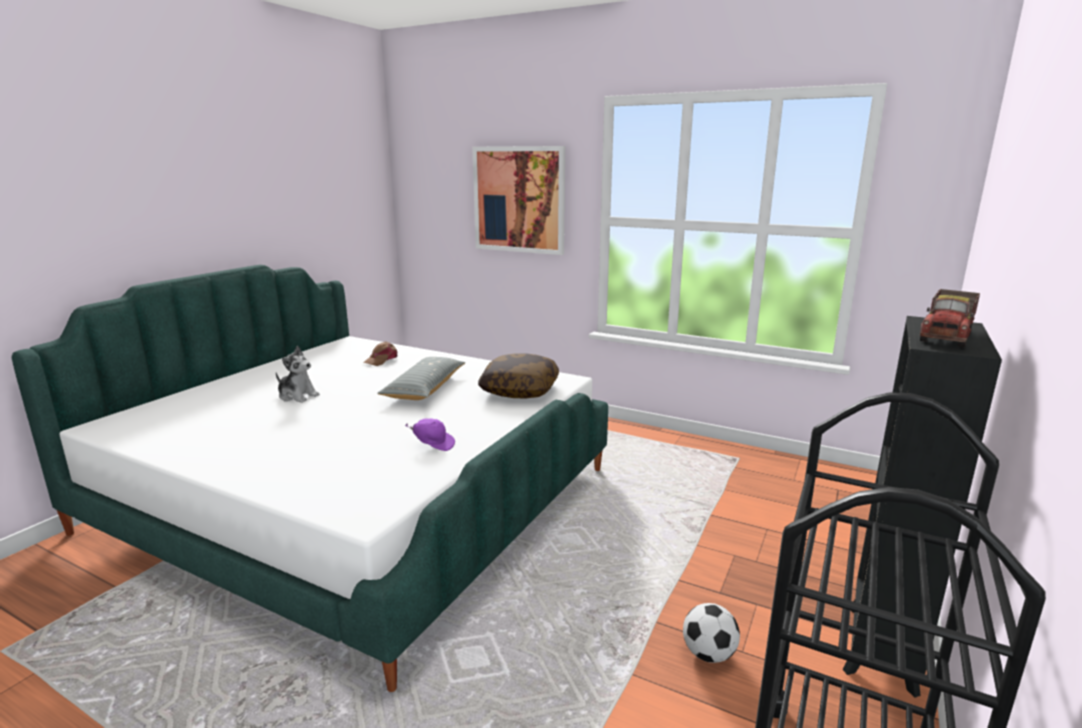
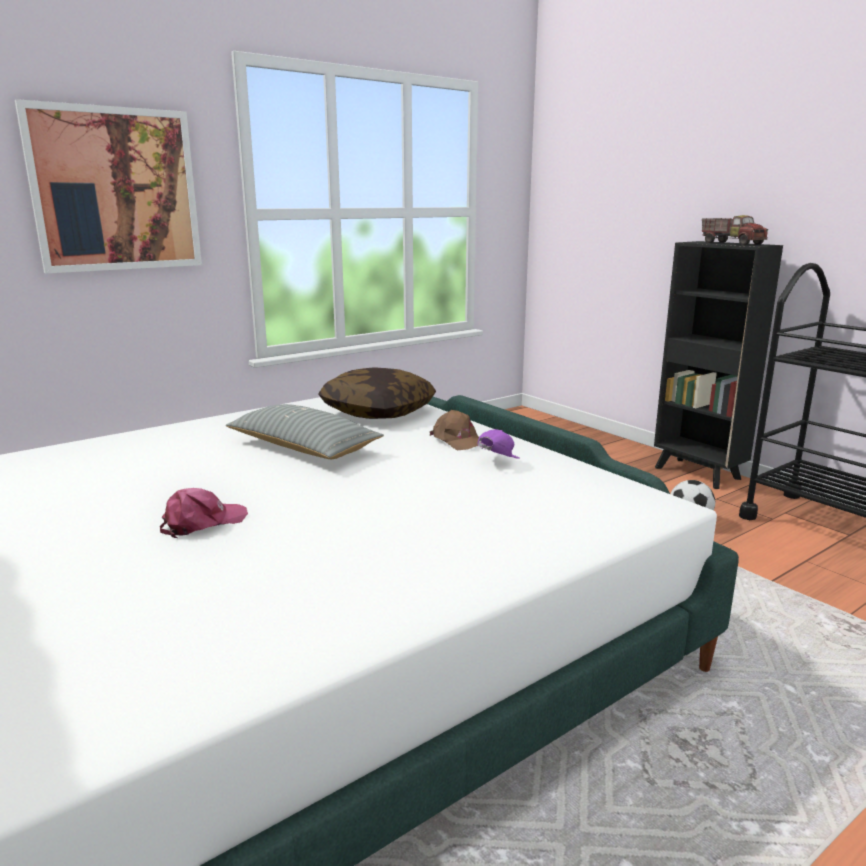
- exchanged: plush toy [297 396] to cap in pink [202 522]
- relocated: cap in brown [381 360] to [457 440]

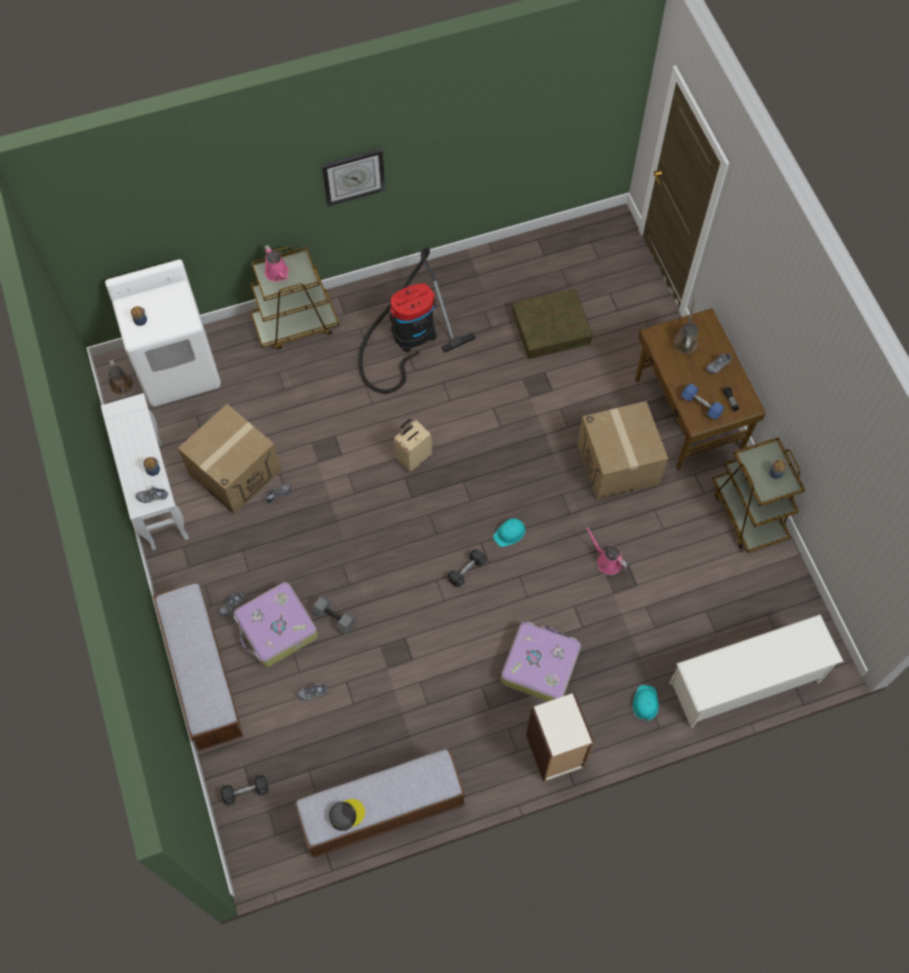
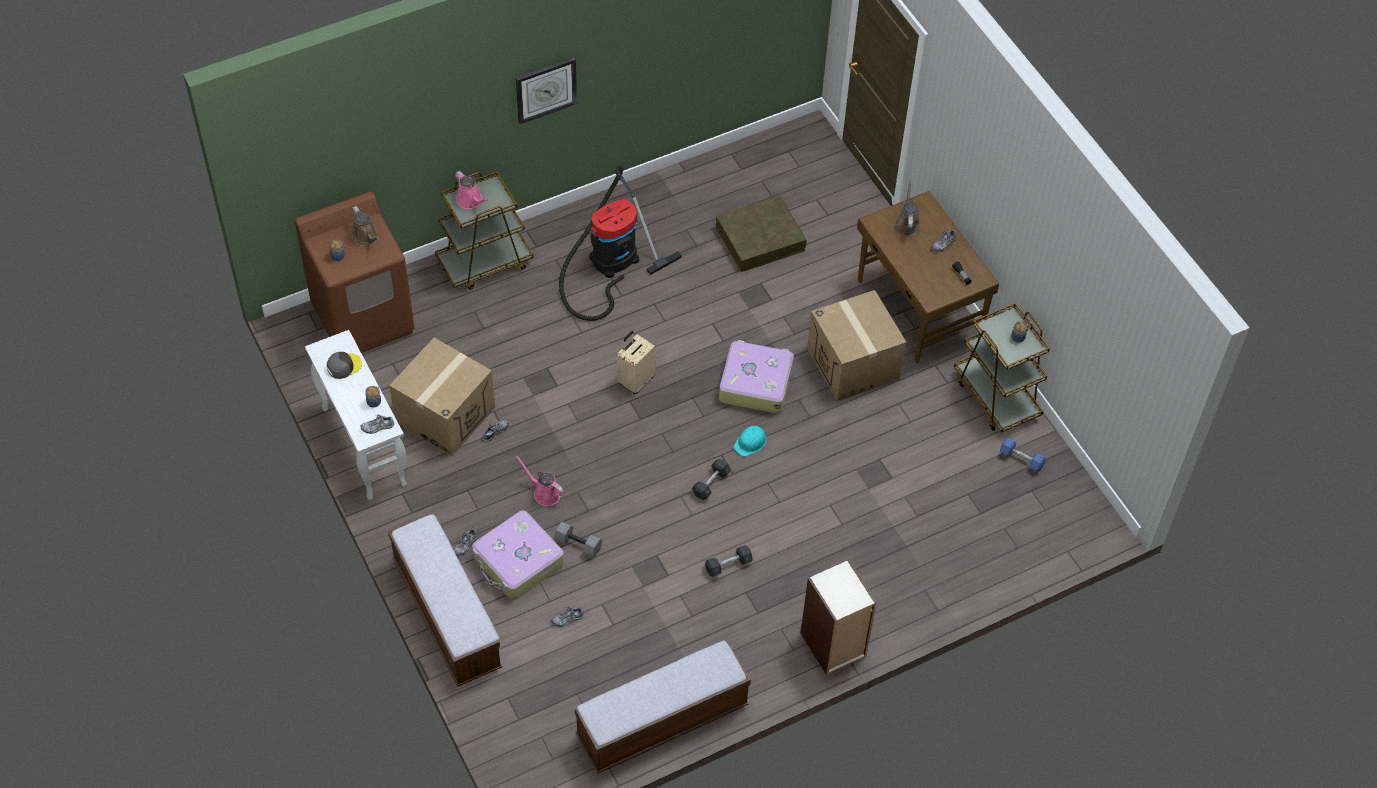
- colour: washing machine in white [178 368] to washing machine in brown [364 318]
- relocated: watering can in brown [122 387] to [366 237]
- relocated: dumbbell in grey [246 791] to [728 565]
- relocated: cap in grey [346 814] to [344 366]
- relocated: suitcase [539 665] to [755 383]
- relocated: watering can in pink [607 561] to [544 493]
- missing: hard hat in turquoise [645 703]
- missing: shoe rack in white [745 683]
- relocated: dumbbell in blue [701 405] to [1021 459]

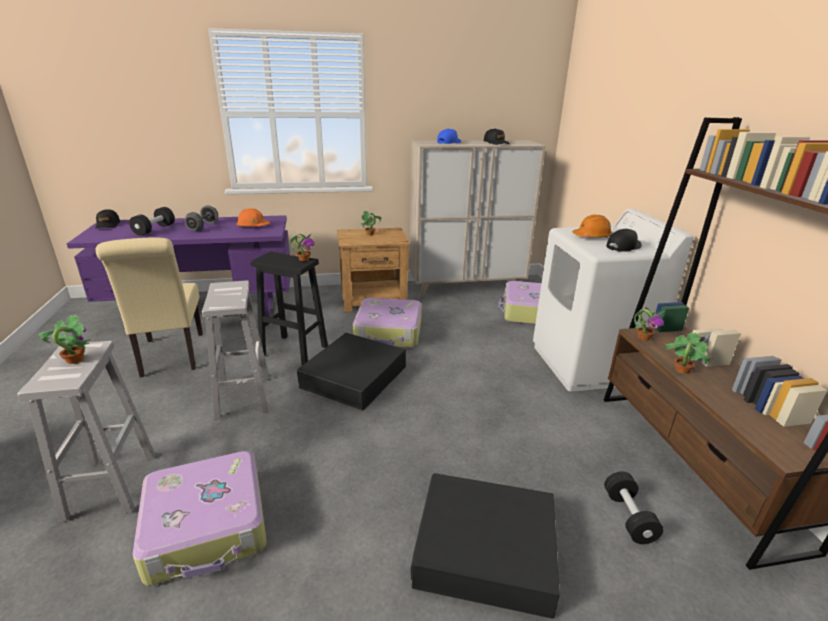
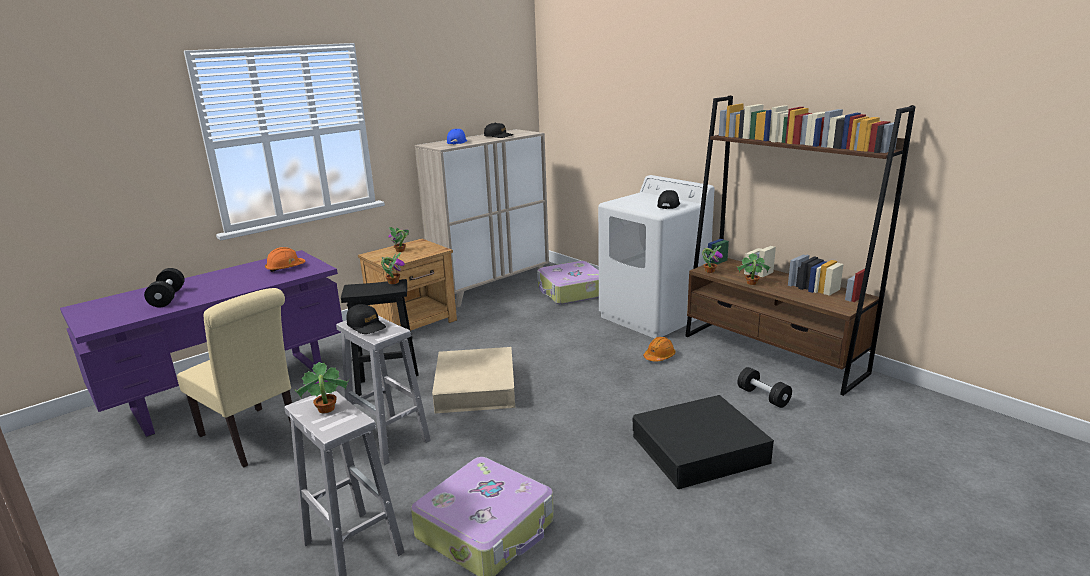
- relocated: cap in black [108 225] to [366 326]
- missing: dumbbell in grey [203 227]
- colour: storage box in black [354 377] to storage box in beige [476 387]
- missing: suitcase [389 332]
- relocated: hard hat in orange [592 236] to [659 356]

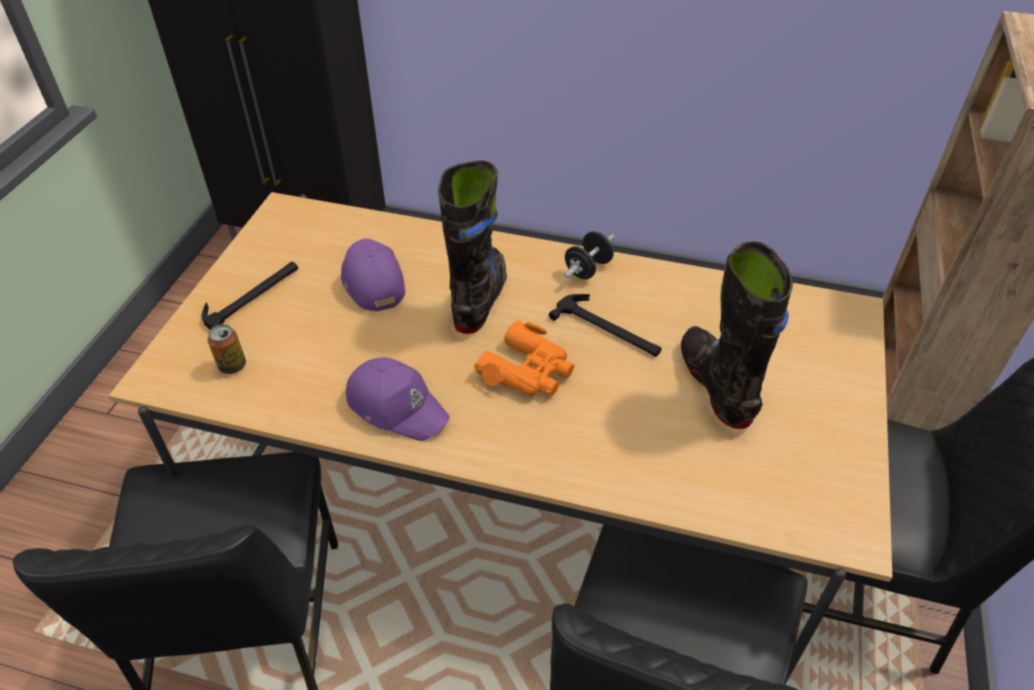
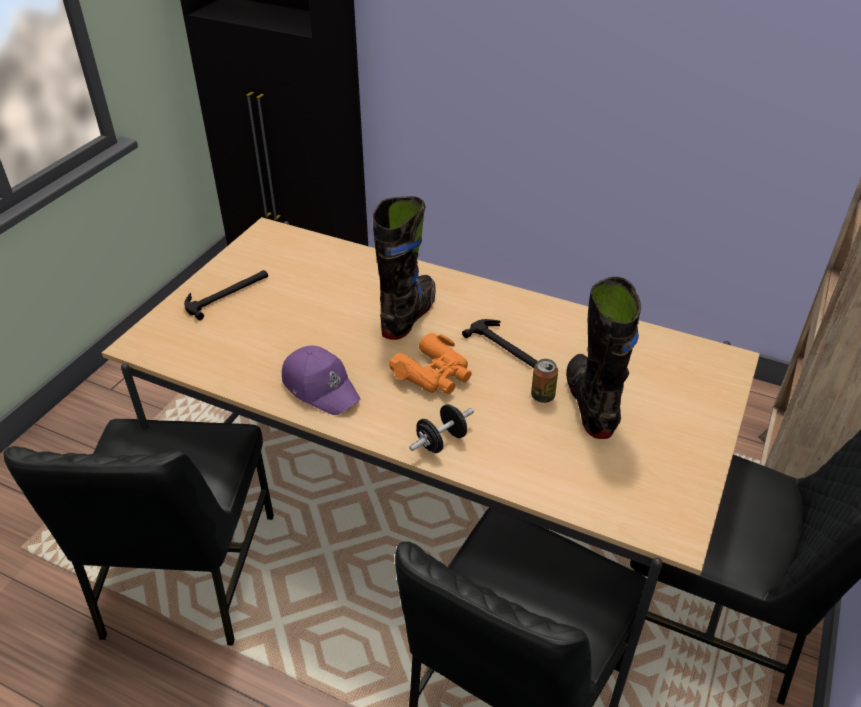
- relocated: can [232 366] to [542 396]
- missing: cap in purple [371 281]
- relocated: dumbbell in black [588 269] to [441 441]

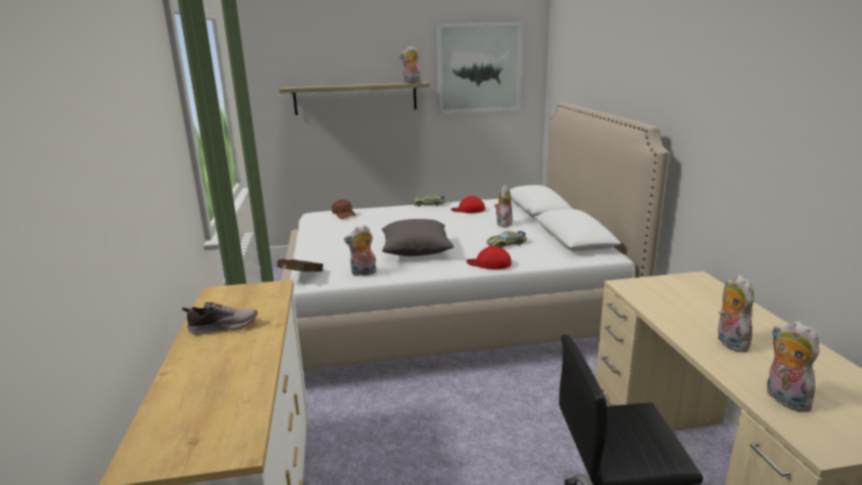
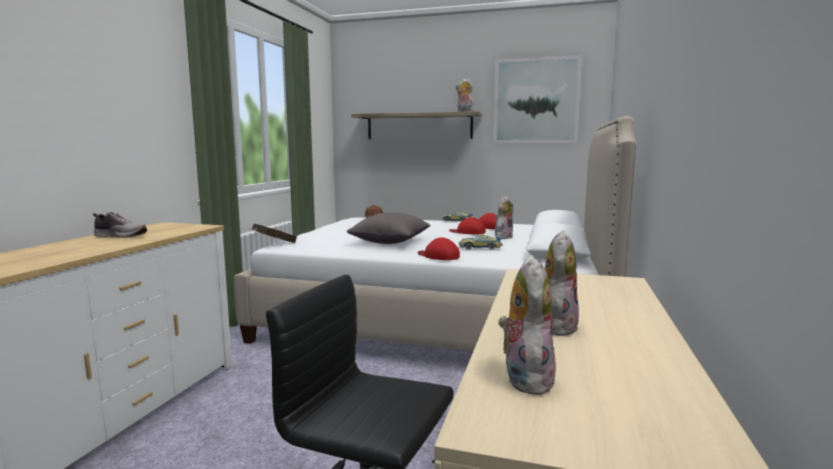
- missing: plush toy [363 273]
- appeared: cap in red [468 232]

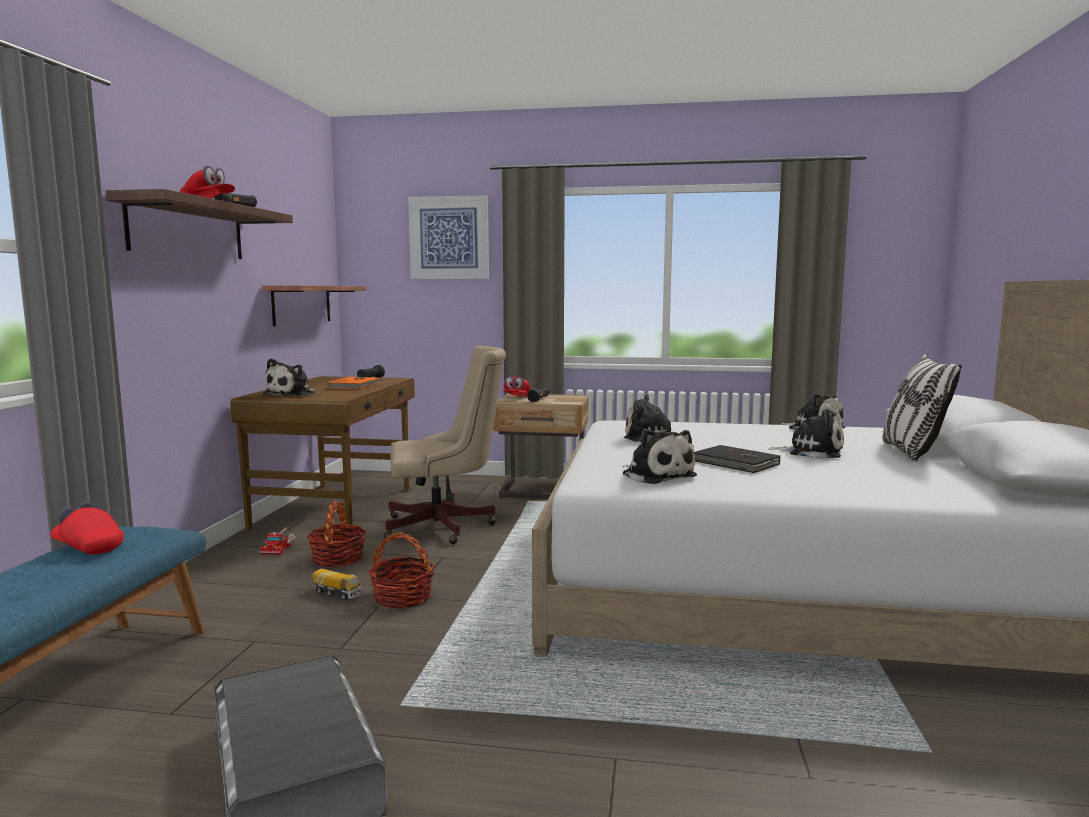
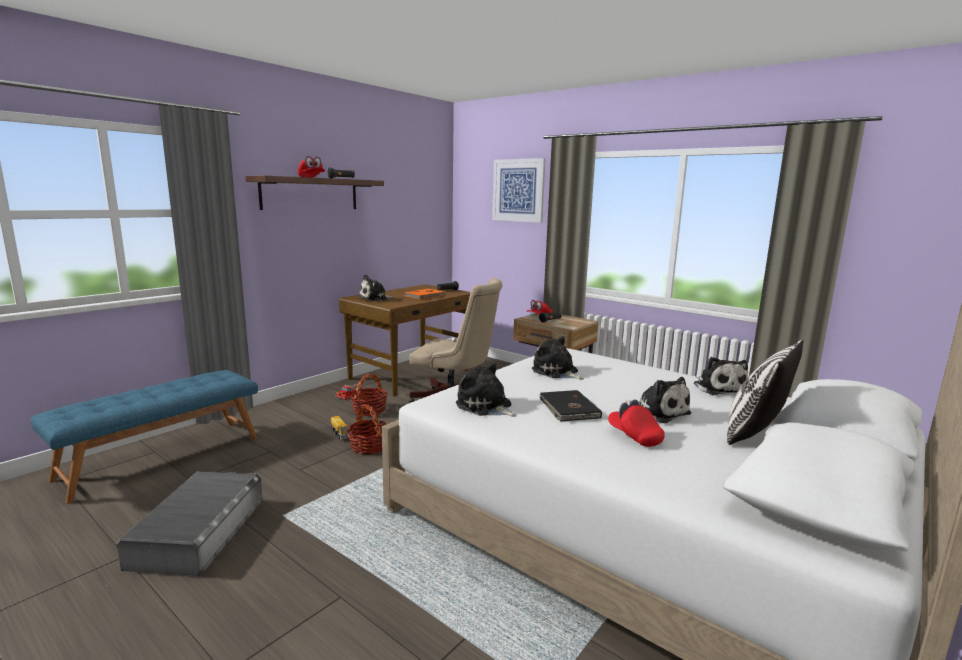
- relocated: cap in red [88 547] to [634 436]
- missing: shelf [302 304]
- spun: plush toy [656 475] = [485 406] 135 degrees clockwise

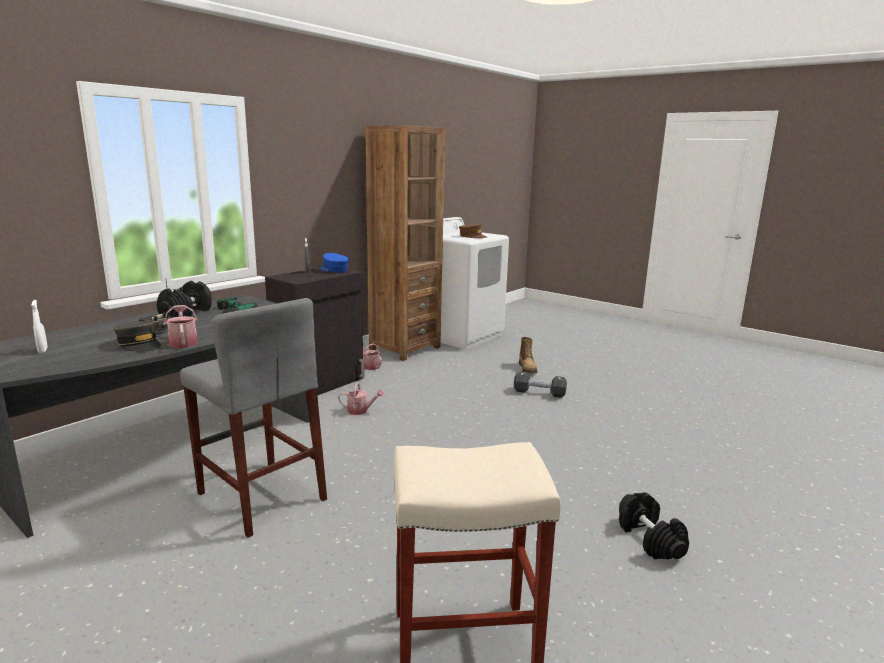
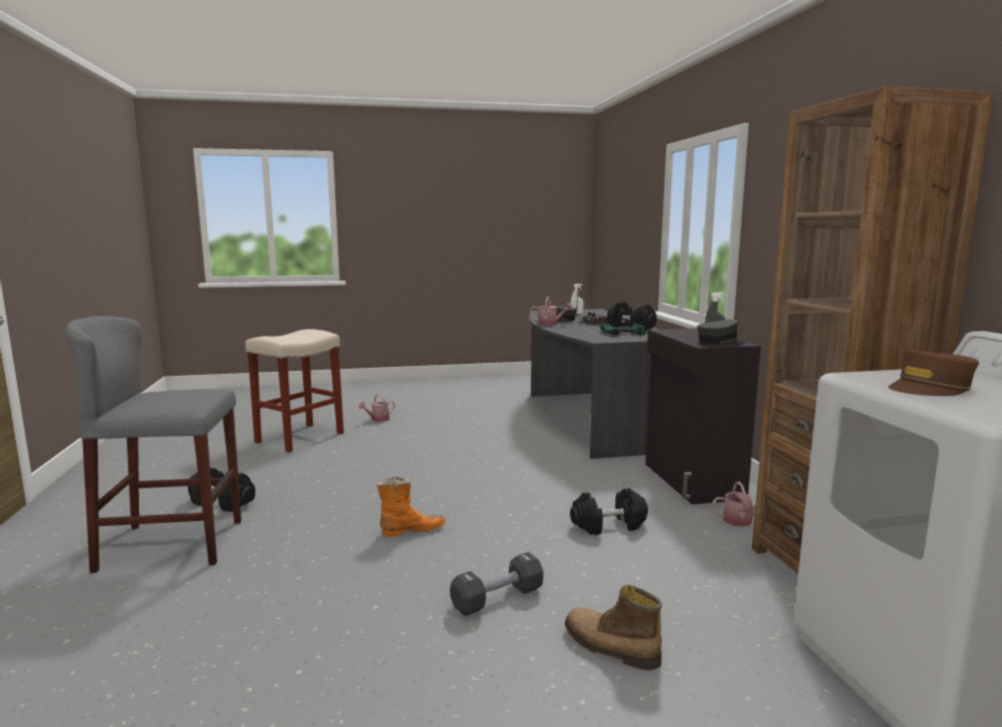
- relocated: stool in grey [261 496] to [172 545]
- colour: cap in blue [334 270] to cap in grey [721 342]
- relocated: watering can [360 410] to [378 420]
- appeared: boot in orange [411 530]
- appeared: dumbbell in black [608 526]

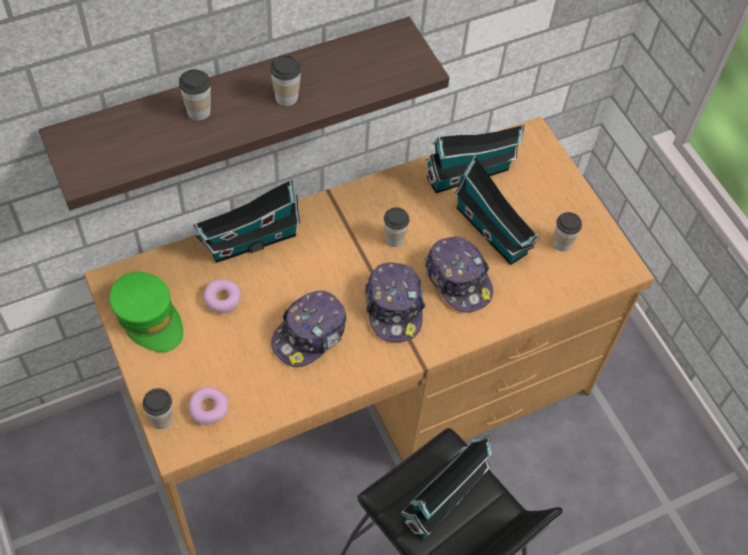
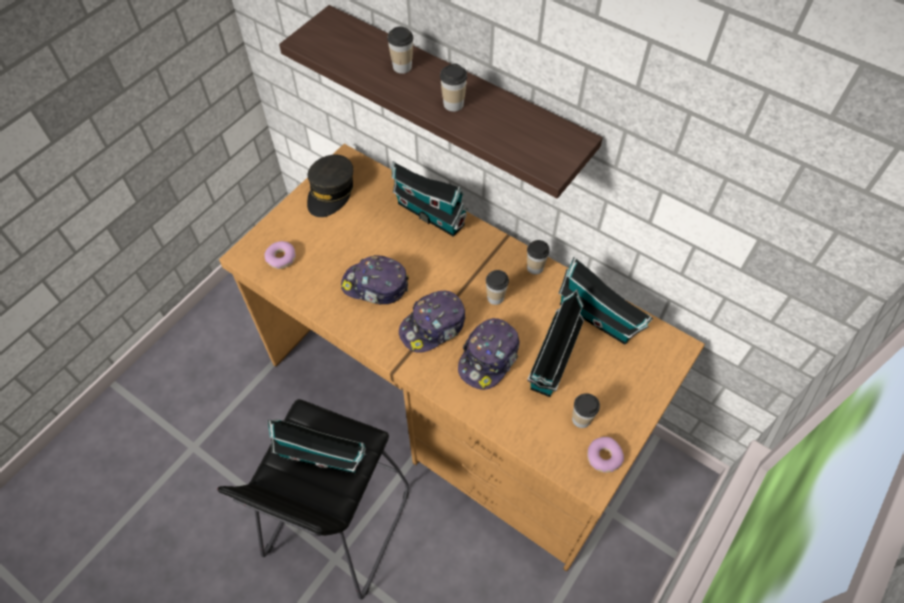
- colour: cap in green [149 318] to cap in grey [331 192]
- relocated: cup [162 419] to [535 267]
- relocated: donut [222 300] to [603 457]

